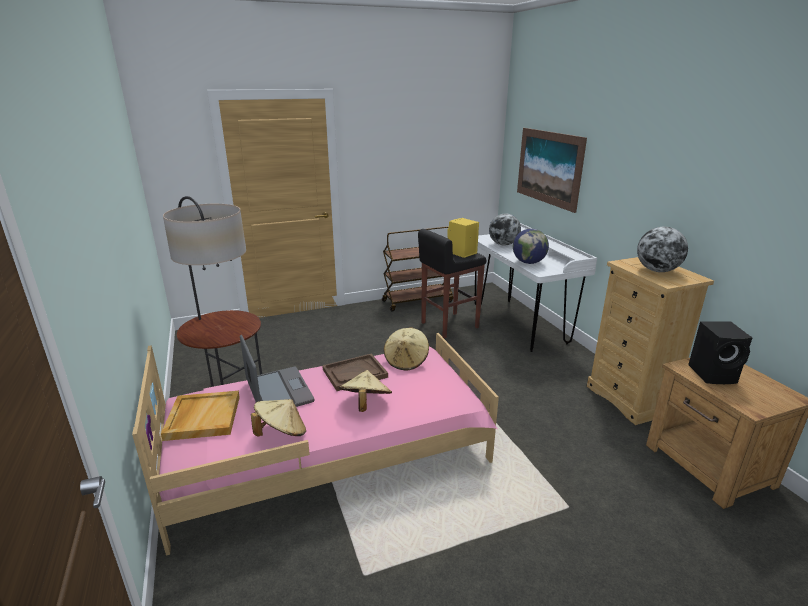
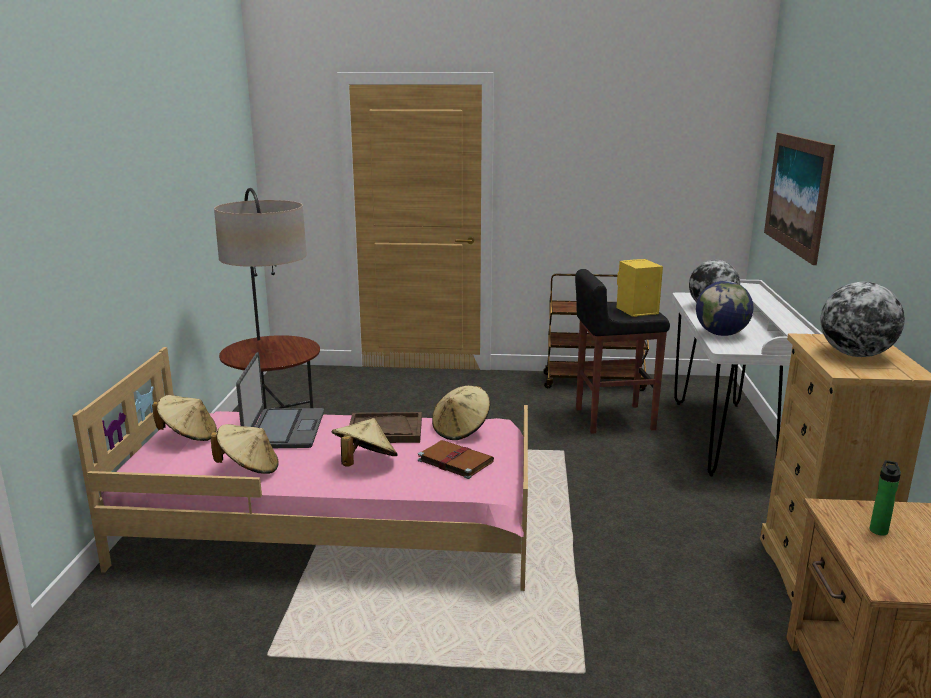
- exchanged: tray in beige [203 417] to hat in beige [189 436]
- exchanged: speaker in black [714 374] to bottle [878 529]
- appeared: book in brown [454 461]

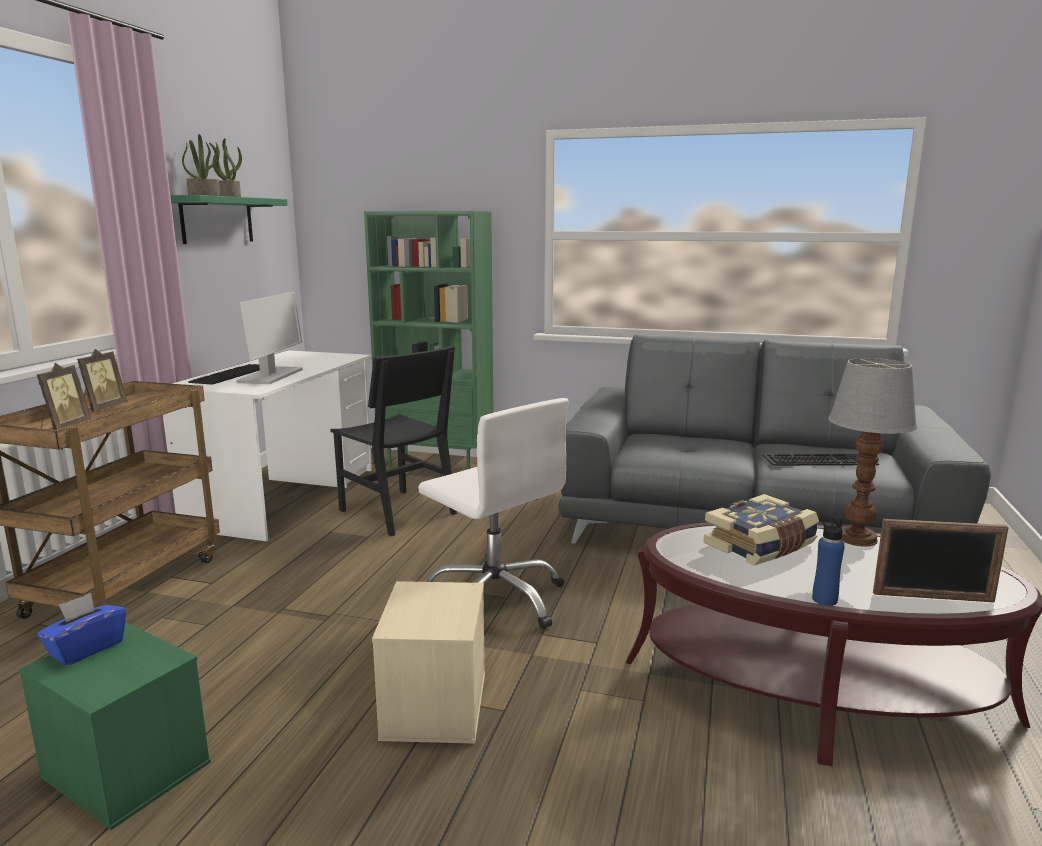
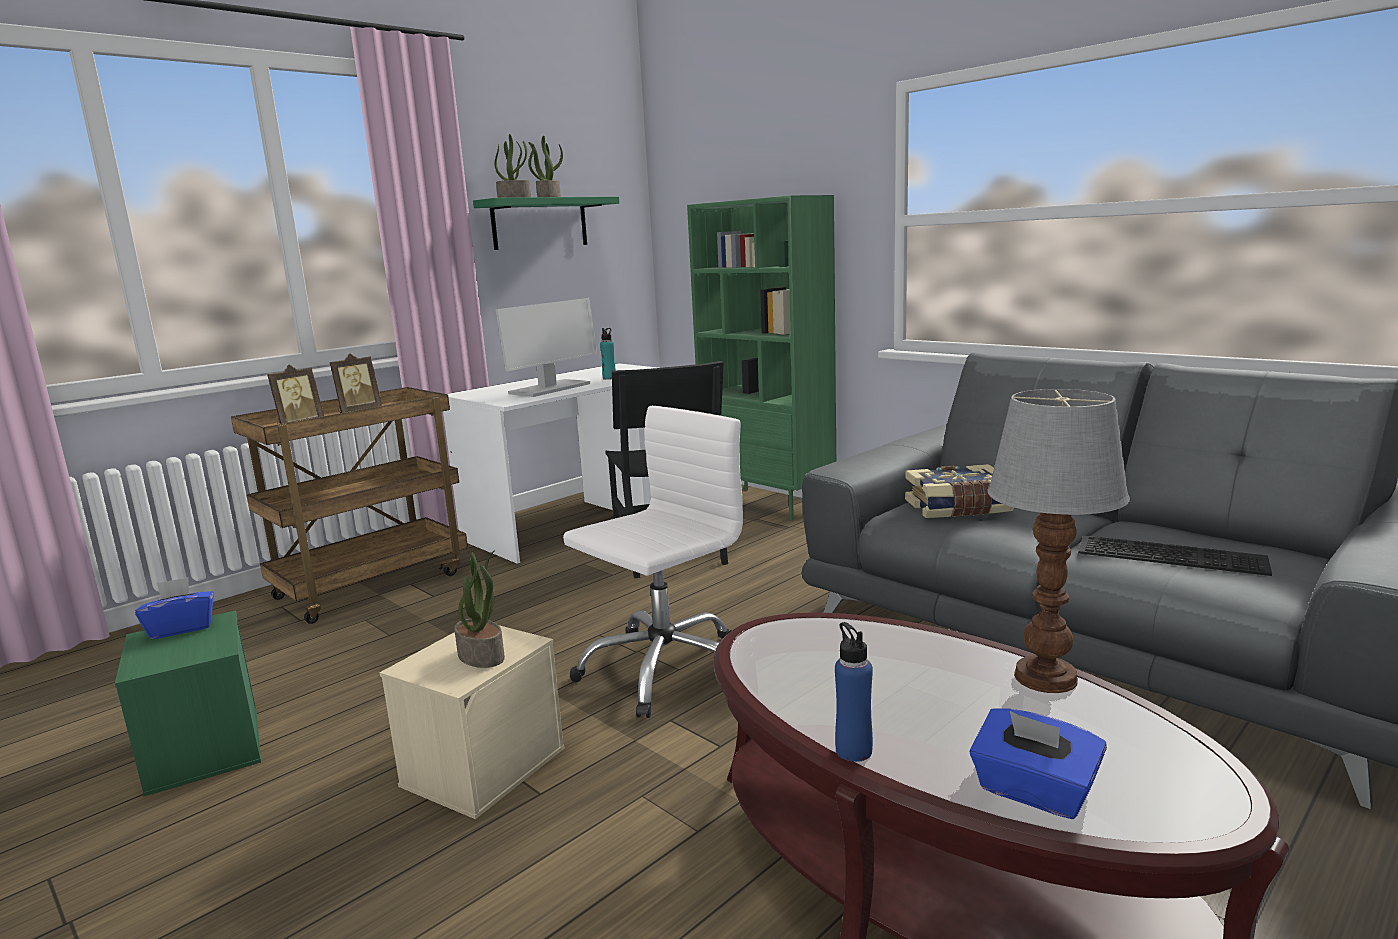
- missing: keyboard [231 374]
- spun: office chair in white [495 599] = [664 669] 120 degrees counterclockwise
- relocated: book [761 546] to [959 508]
- exchanged: picture frame [933 597] to tissue box in blue [1033 792]
- appeared: potted plant [482 656]
- appeared: bottle in turquoise [609 378]

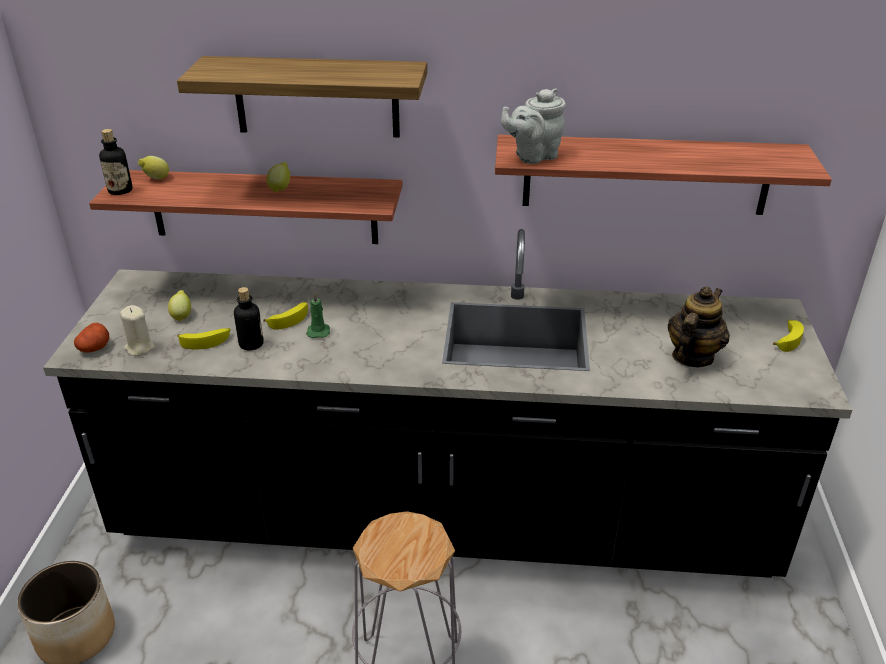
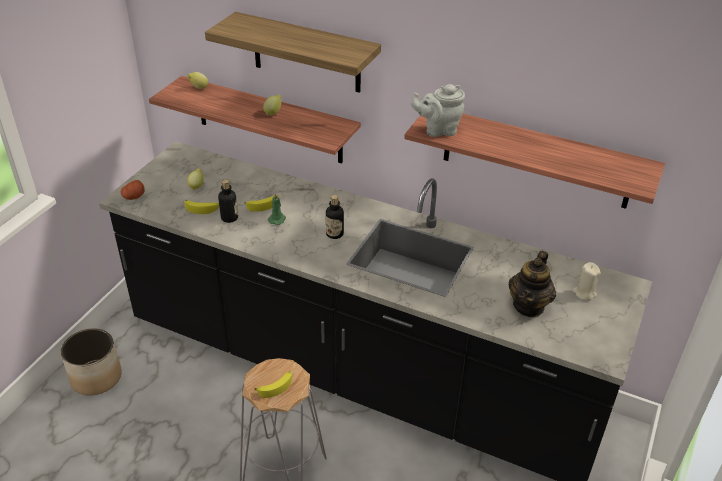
- relocated: bottle [120 190] to [334 234]
- relocated: candle in beige [139 348] to [584 293]
- spun: teapot [692 357] = [529 306] 150 degrees clockwise
- relocated: banana [787 339] to [276 386]

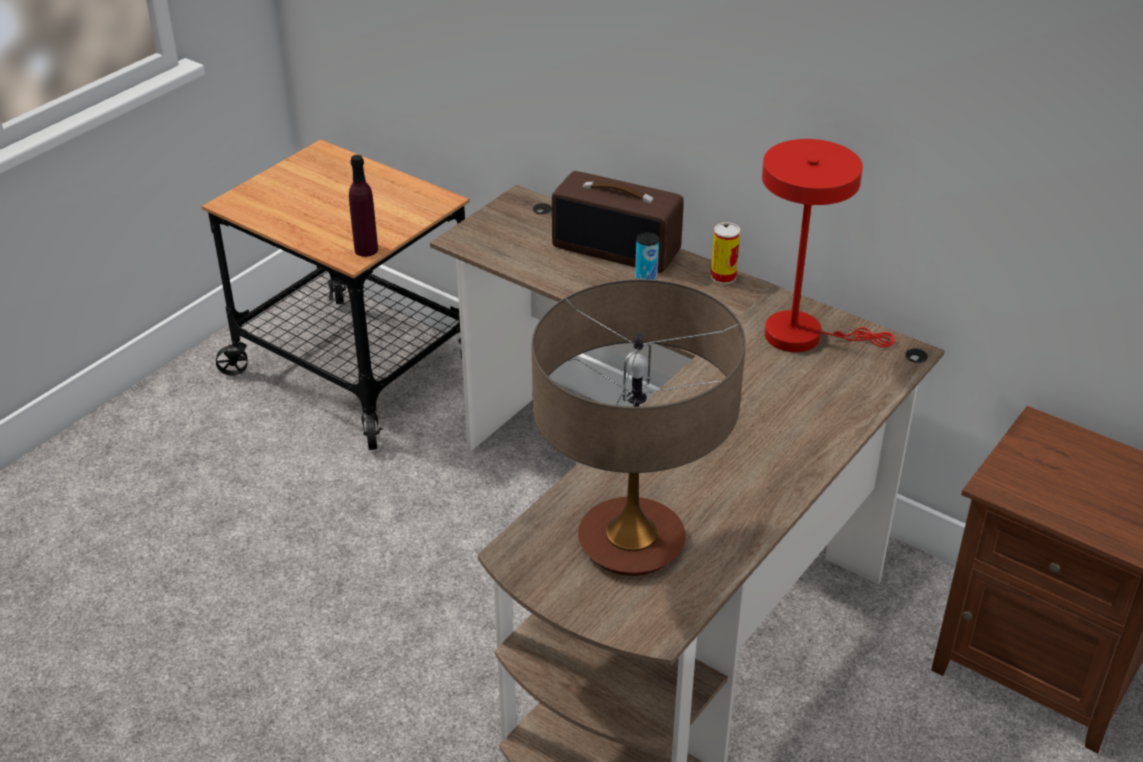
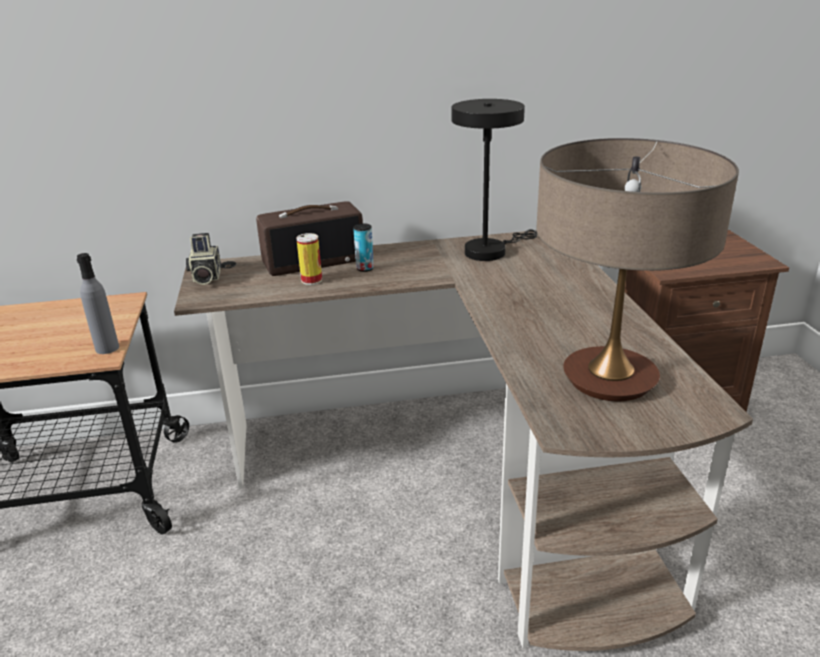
- colour: bottle in purple [366 250] to bottle in grey [107 348]
- relocated: can [723 277] to [311 280]
- colour: table lamp in red [803 336] to table lamp in black [490 250]
- appeared: photo camera [205 277]

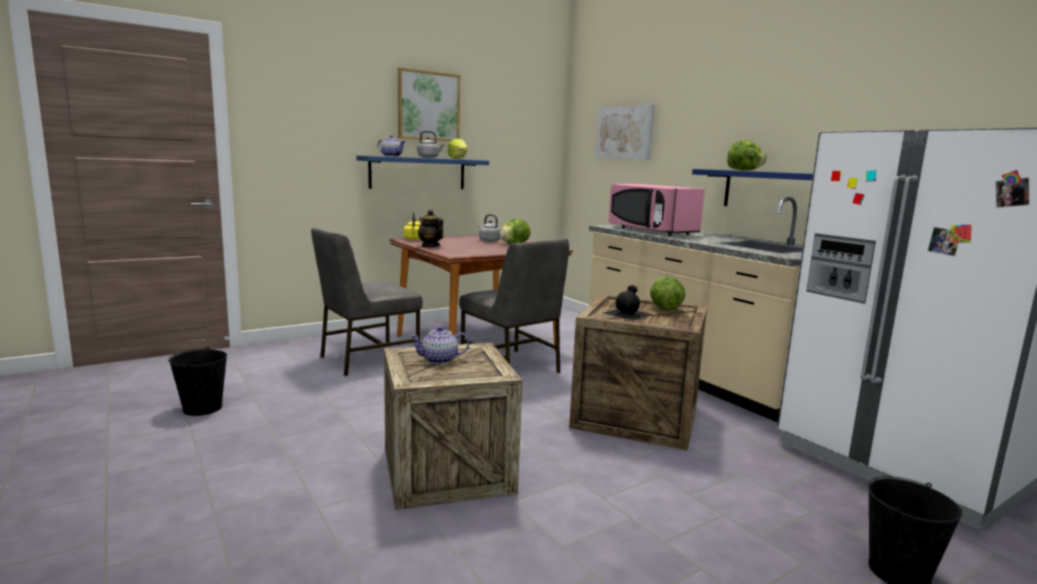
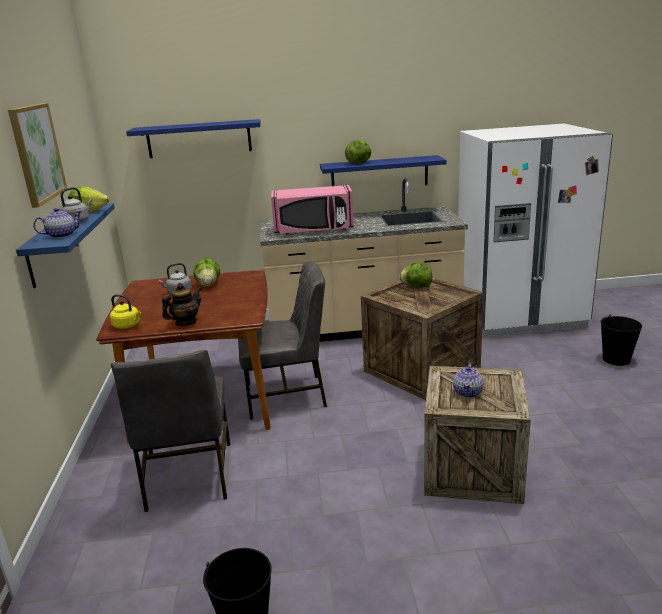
- spun: teapot [430 246] = [185 323] 150 degrees clockwise
- exchanged: picture [625 132] to shelf in blue [199 139]
- missing: bottle in black [628 313]

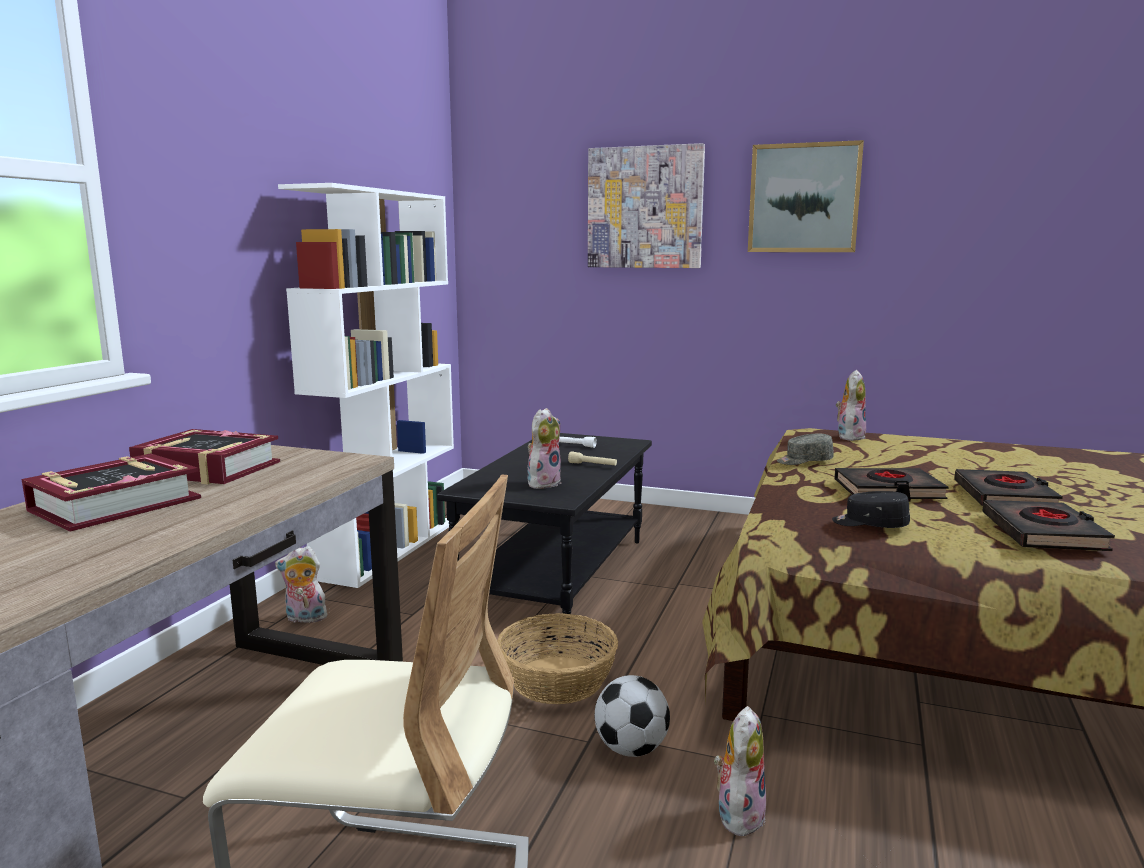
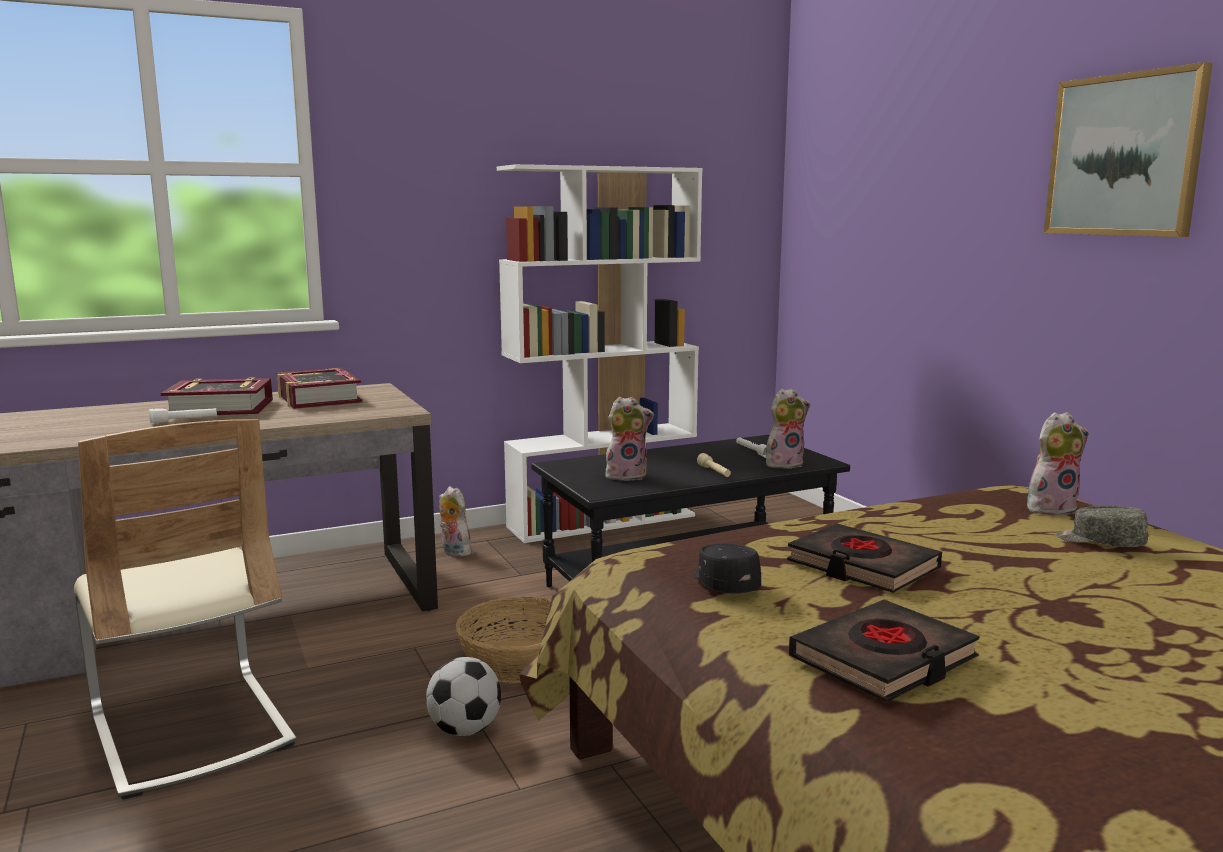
- missing: picture [645 208]
- relocated: plush toy [738 813] to [784 464]
- relocated: cap in grey [804 461] to [1100 542]
- missing: book in black [1004 497]
- appeared: flashlight in white [184 421]

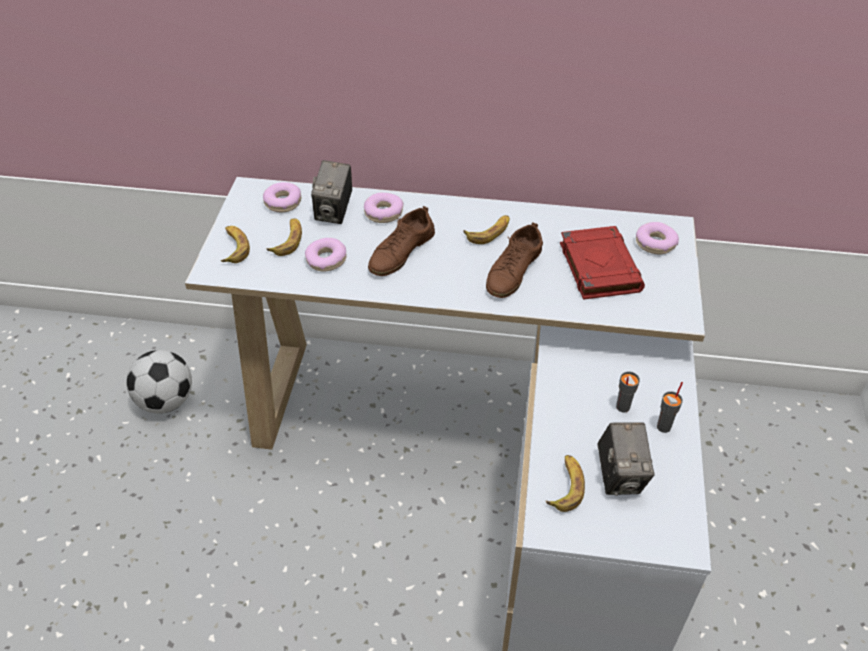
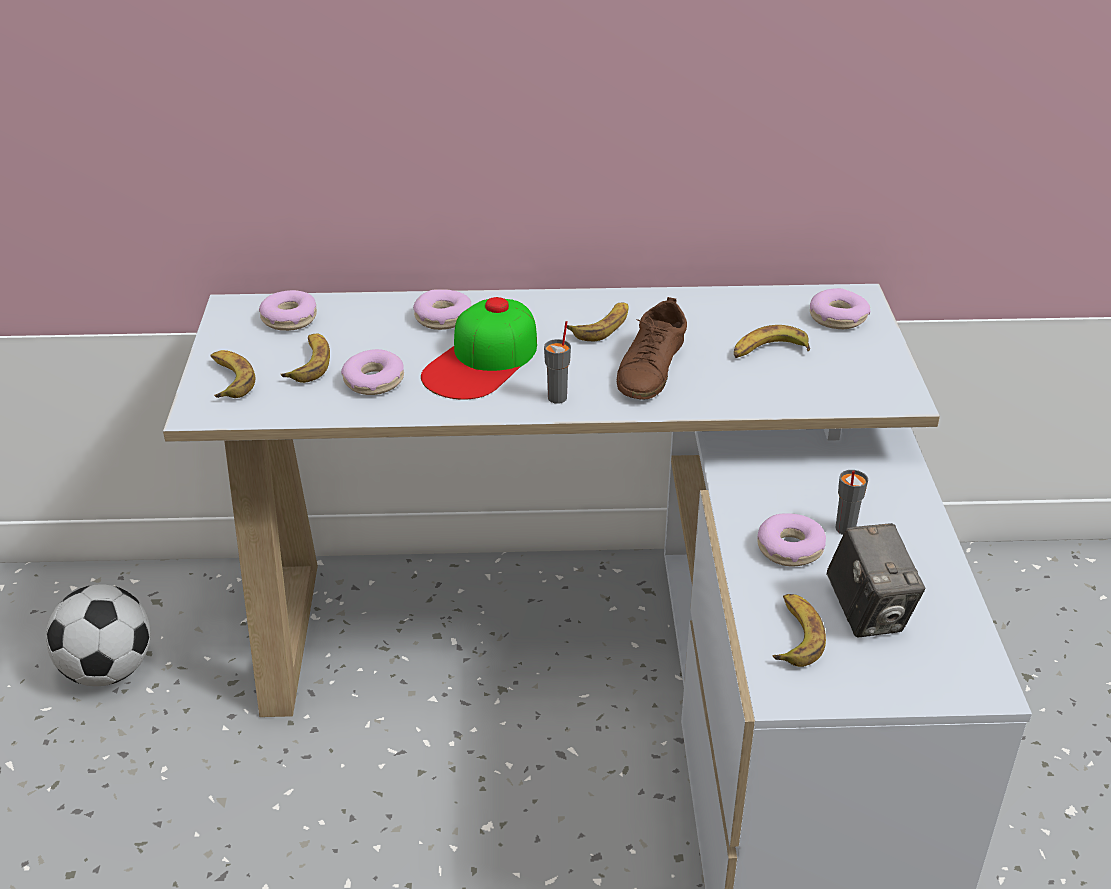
- missing: photo camera [334 212]
- exchanged: shoe in brown [401 252] to cap [482 361]
- exchanged: book in red [598 267] to banana [769 351]
- relocated: cup in grey [664 427] to [558 398]
- appeared: donut [790 548]

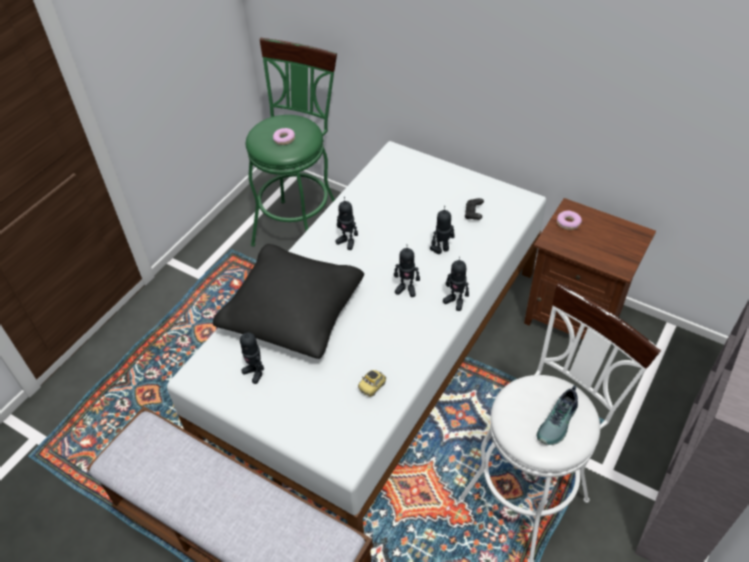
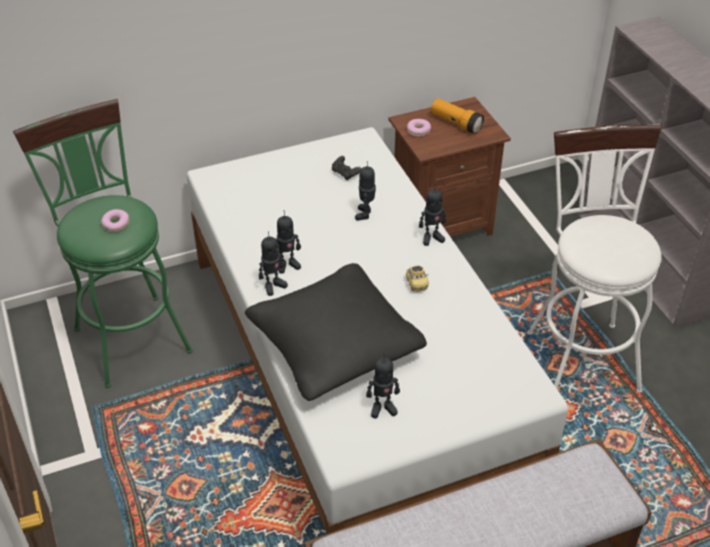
- relocated: toy car [372 386] to [416 284]
- relocated: toy robot [406 289] to [273 286]
- missing: shoe [559 422]
- appeared: flashlight [456 123]

